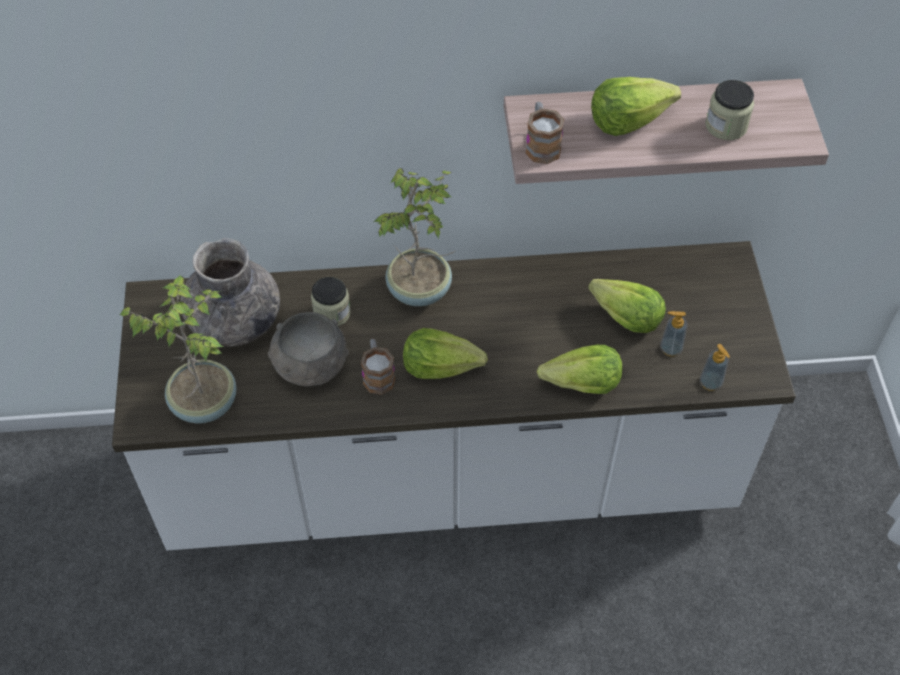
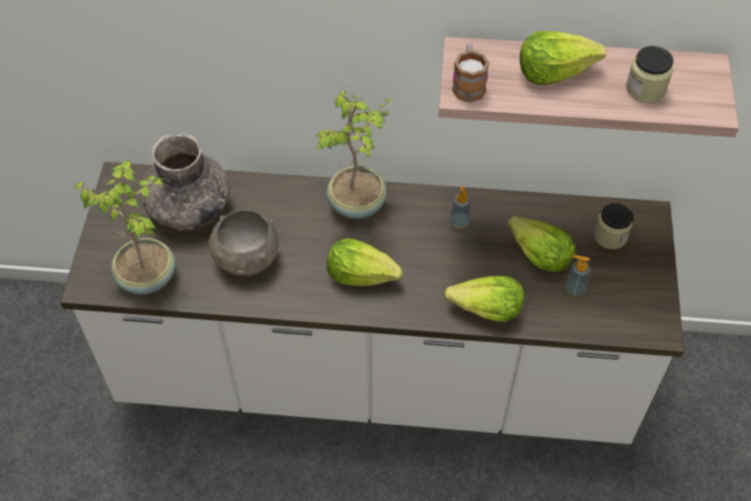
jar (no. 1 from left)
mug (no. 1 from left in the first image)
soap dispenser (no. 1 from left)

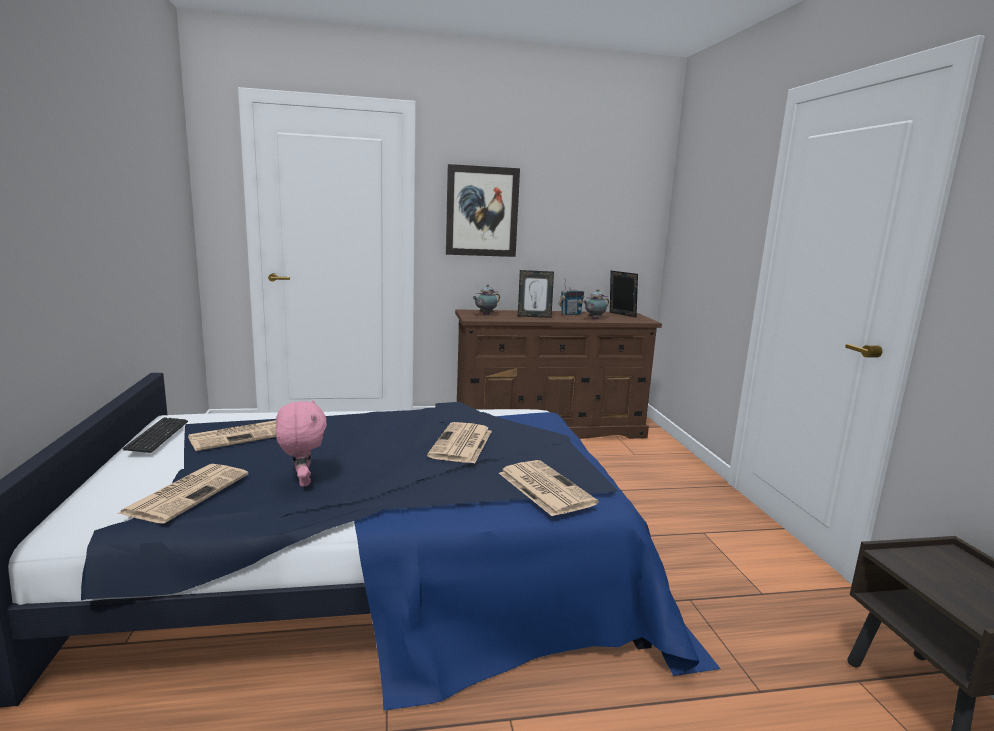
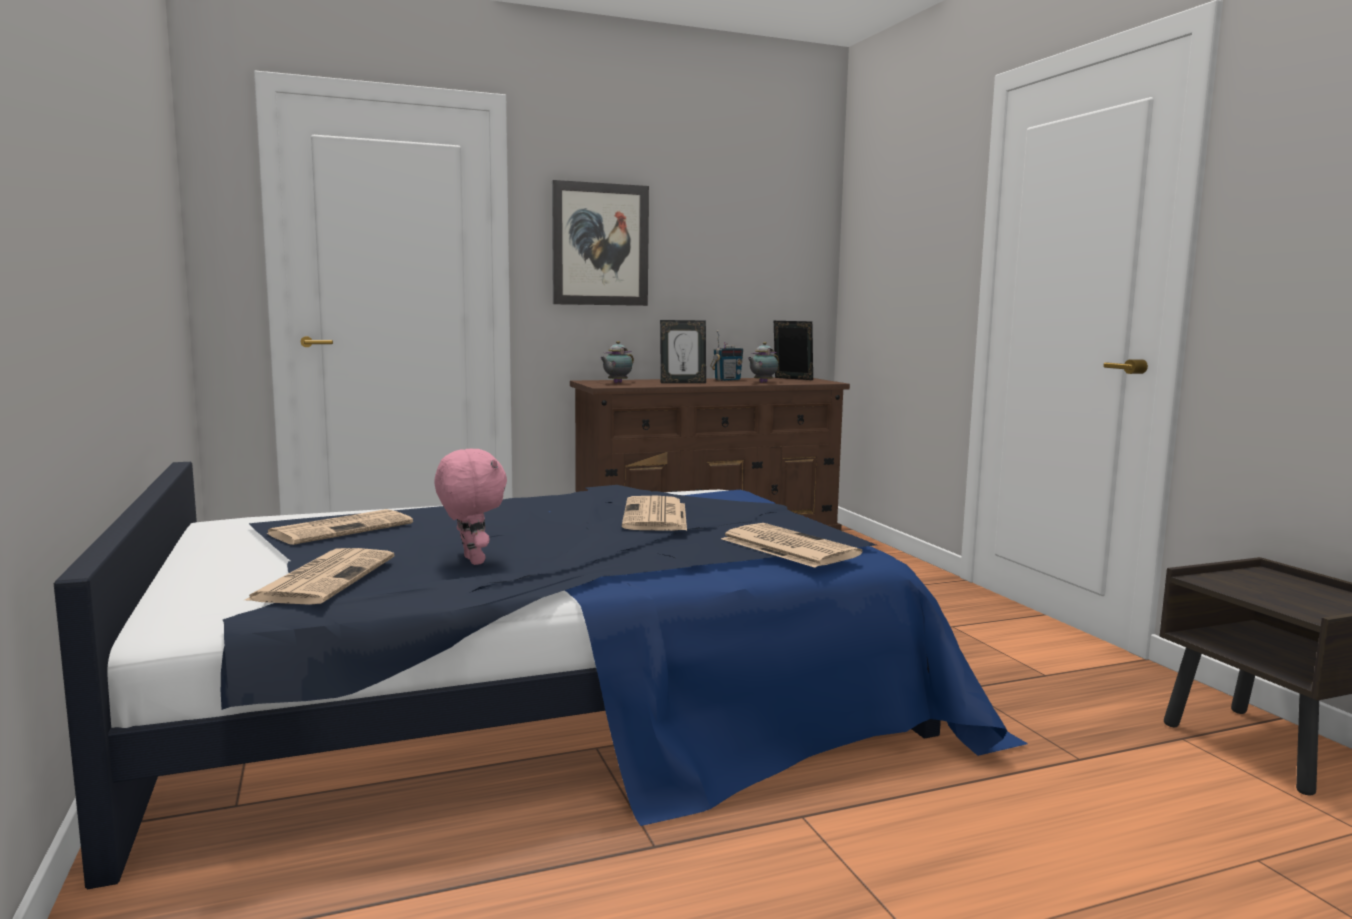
keyboard

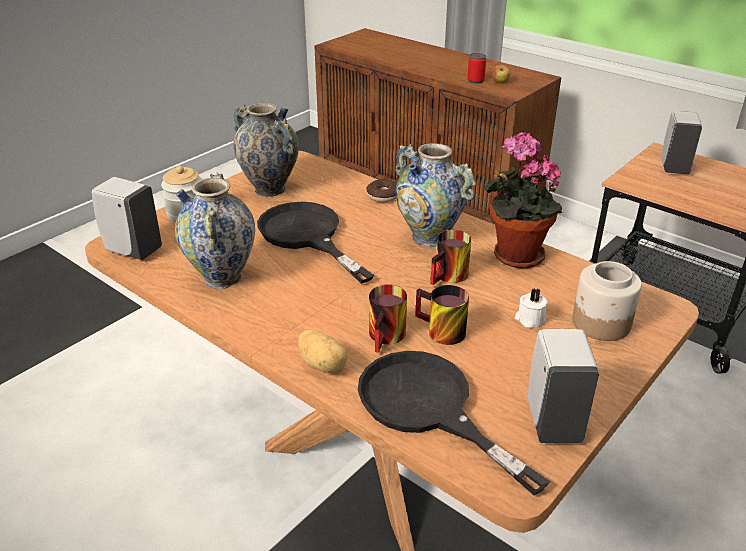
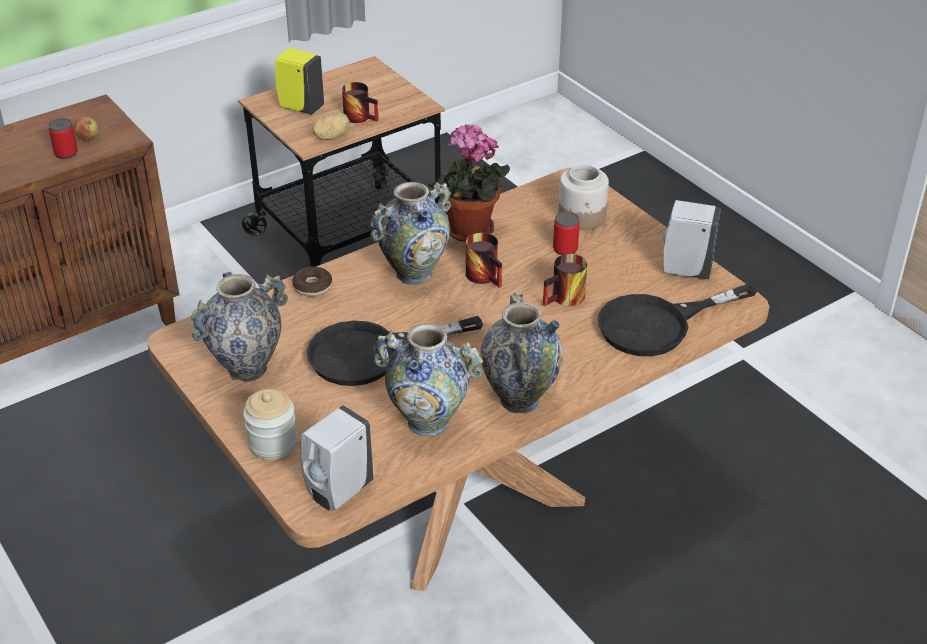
potato
mug (no. 1 from left)
can (no. 2 from left)
yellow soap dispenser
vase (no. 4 from left)

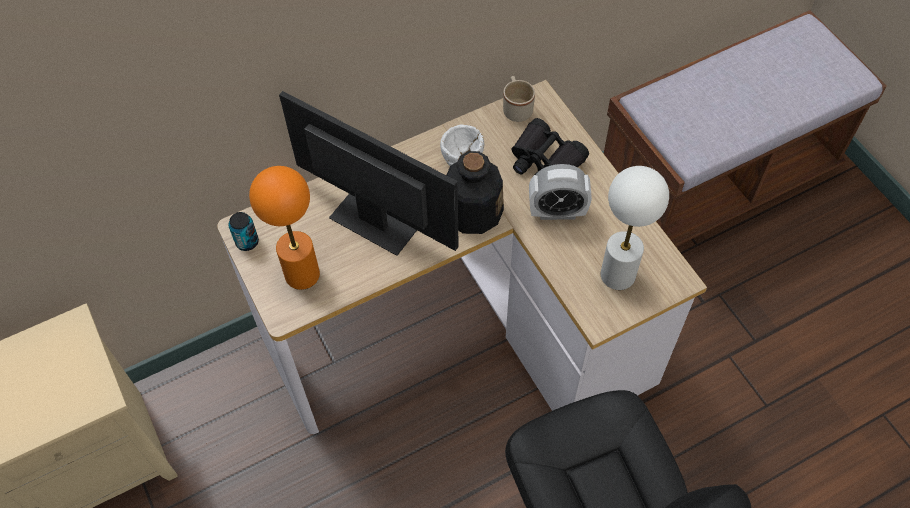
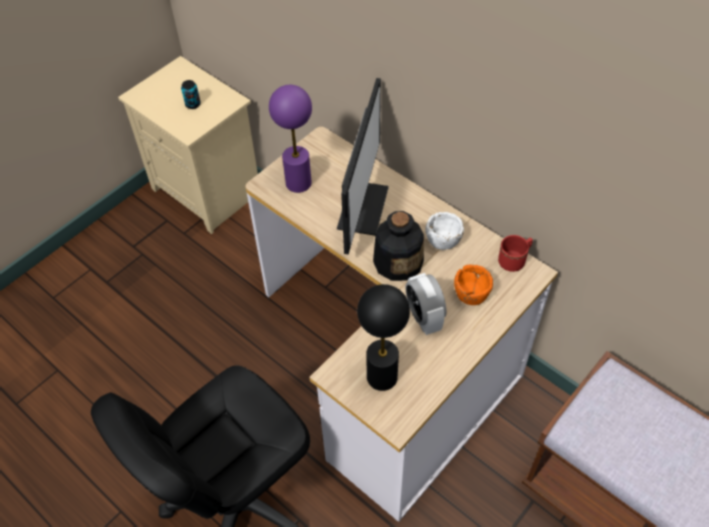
can
purple table lamp
red mug
orange bowl
black table lamp

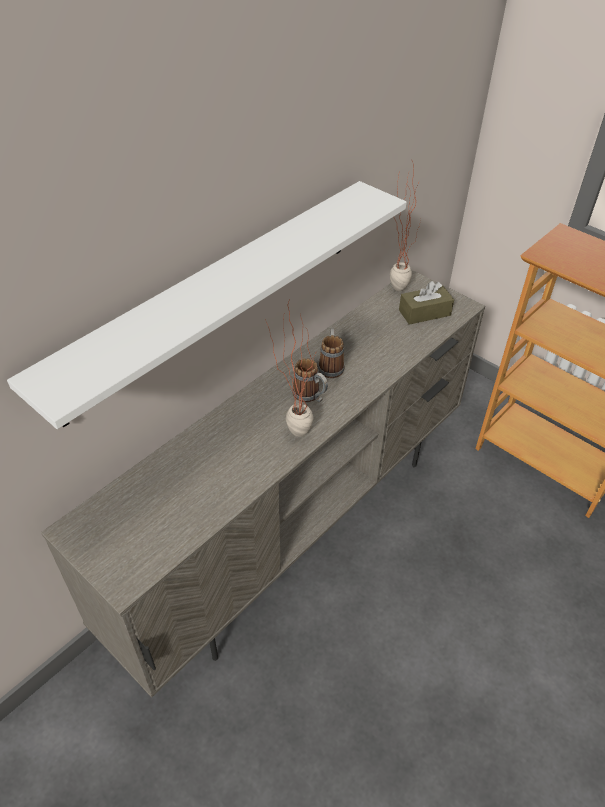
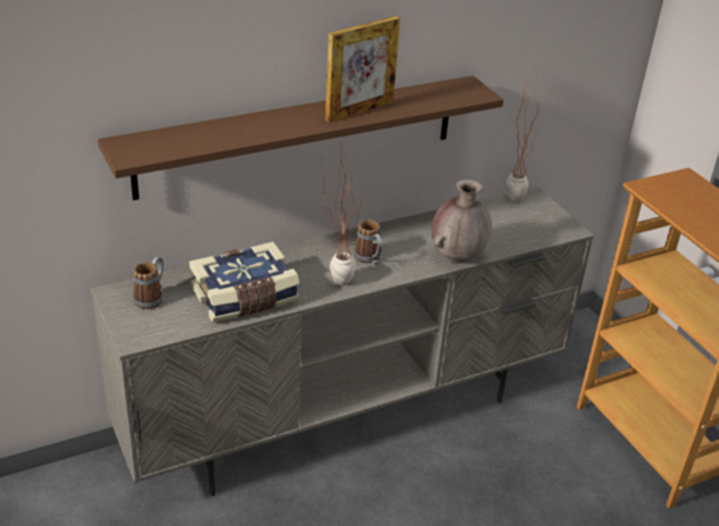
brown shelf
mug (no. 1 from left)
brown tissue box
book
picture frame
brown vase

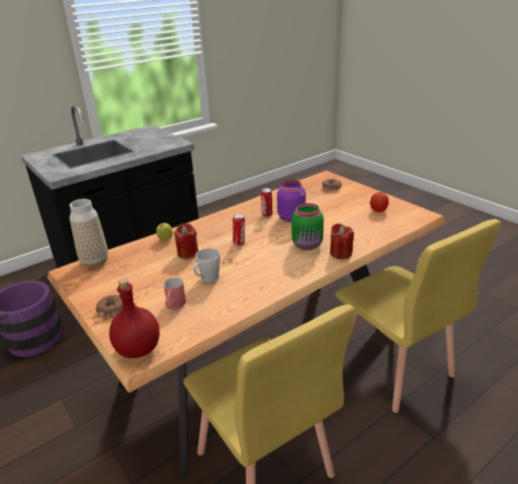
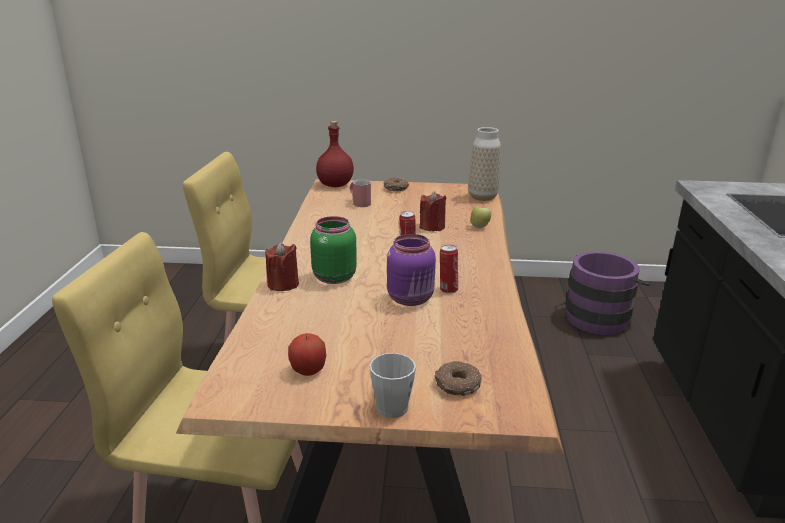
grey mug

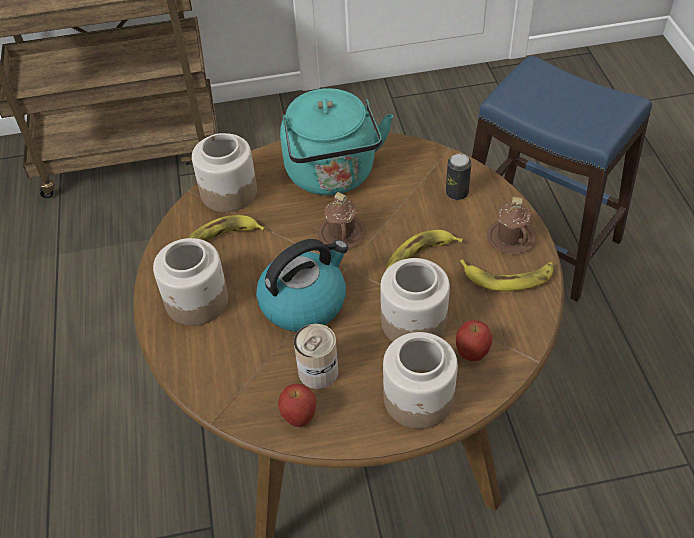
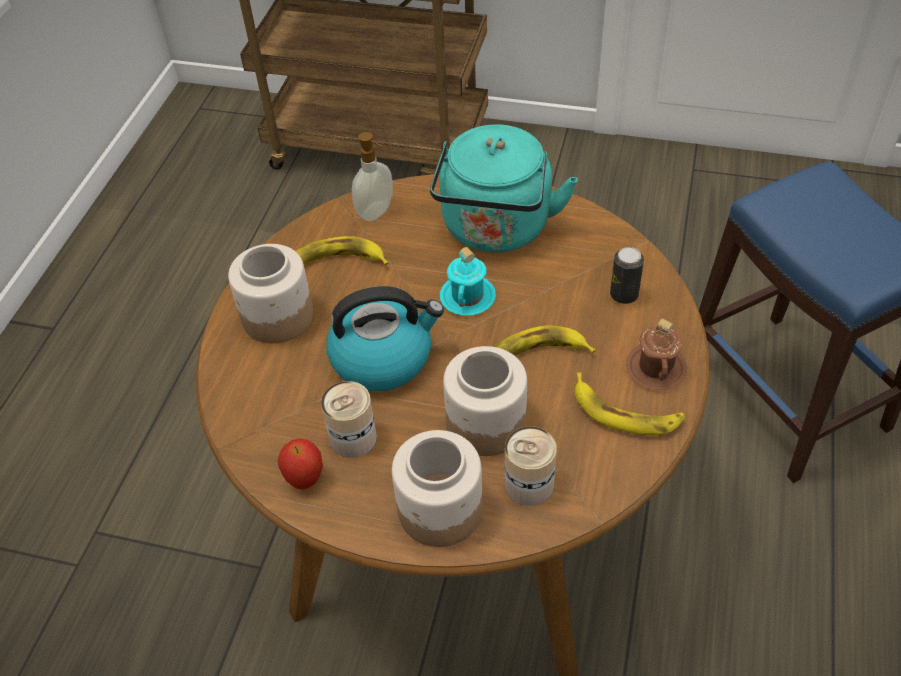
soap dispenser
turquoise mug
can (no. 2 from left)

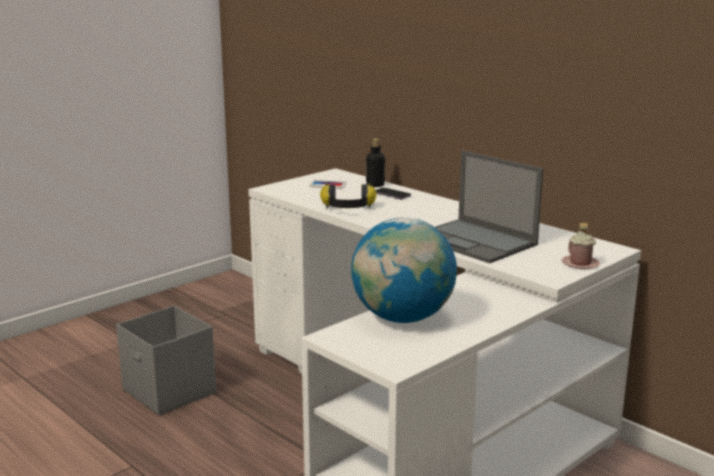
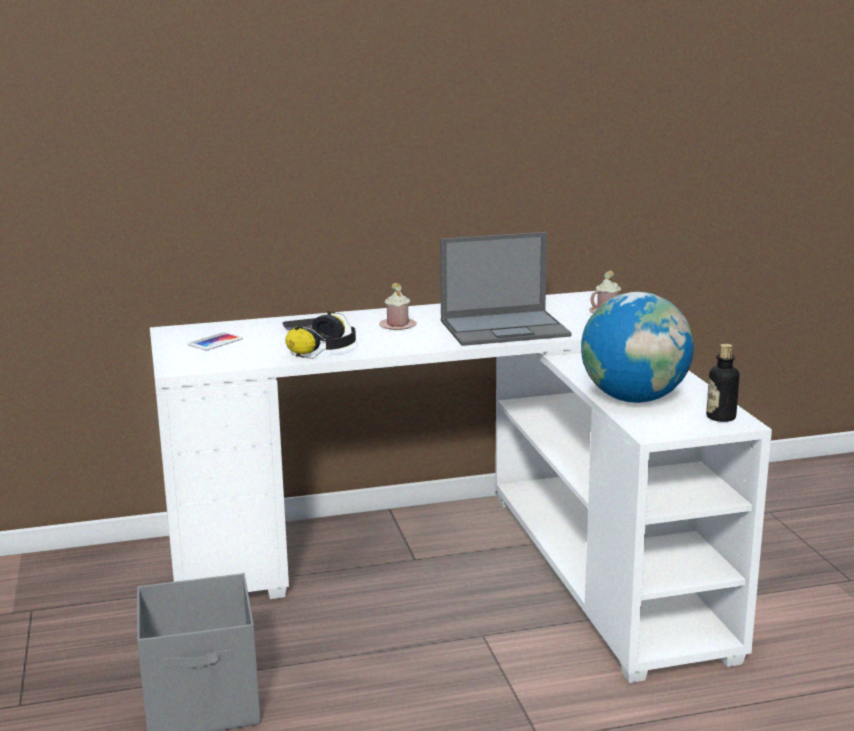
bottle
pink mug (no. 1 from left)

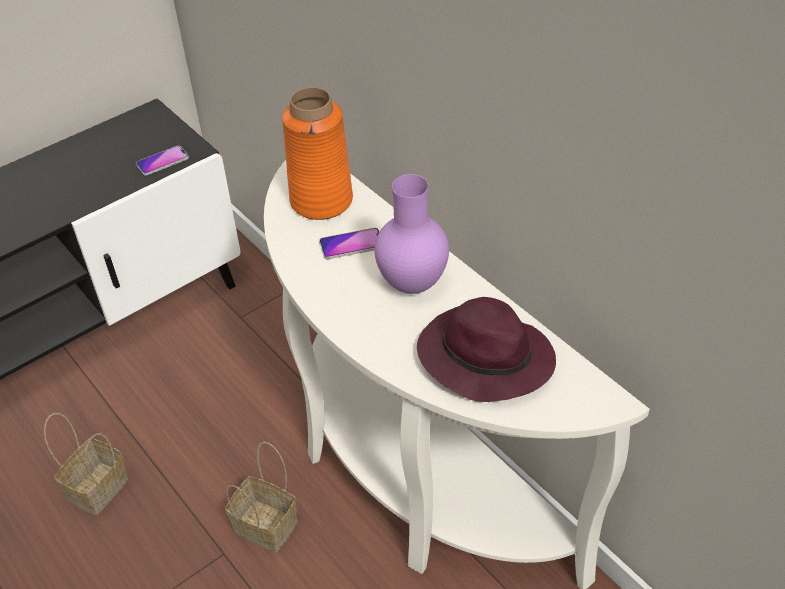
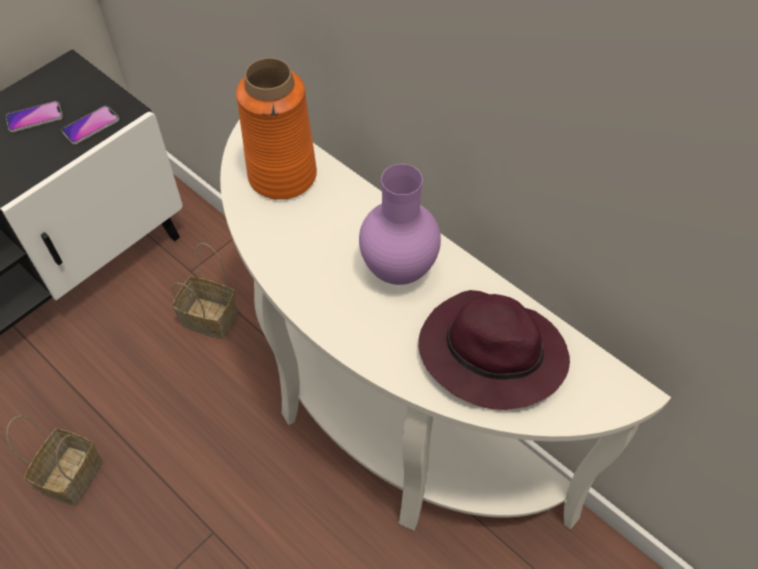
basket (no. 2 from left)
phone (no. 1 from left)

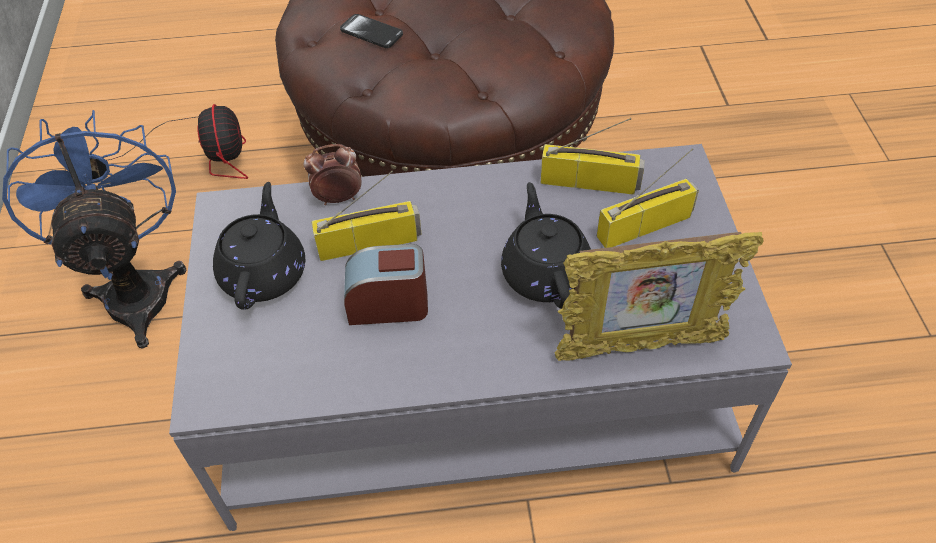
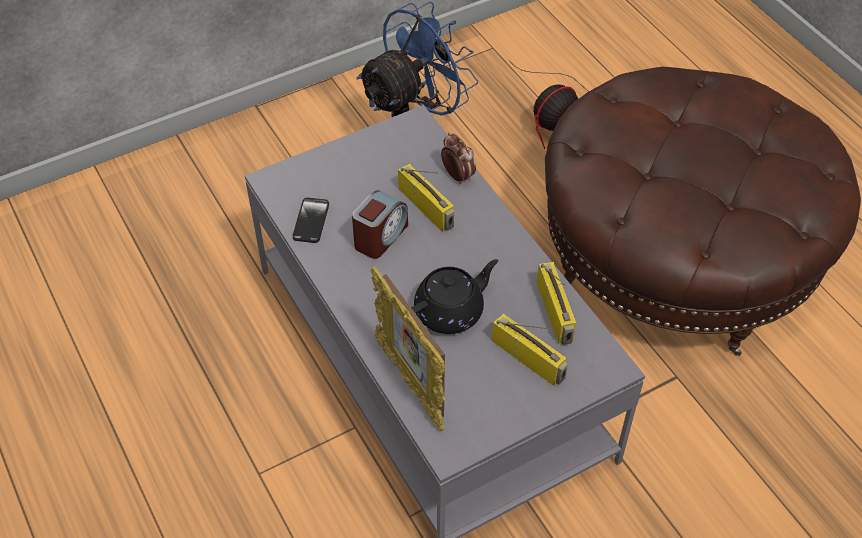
black teapot (no. 1 from left in the first image)
phone
alarm clock (no. 1 from left)

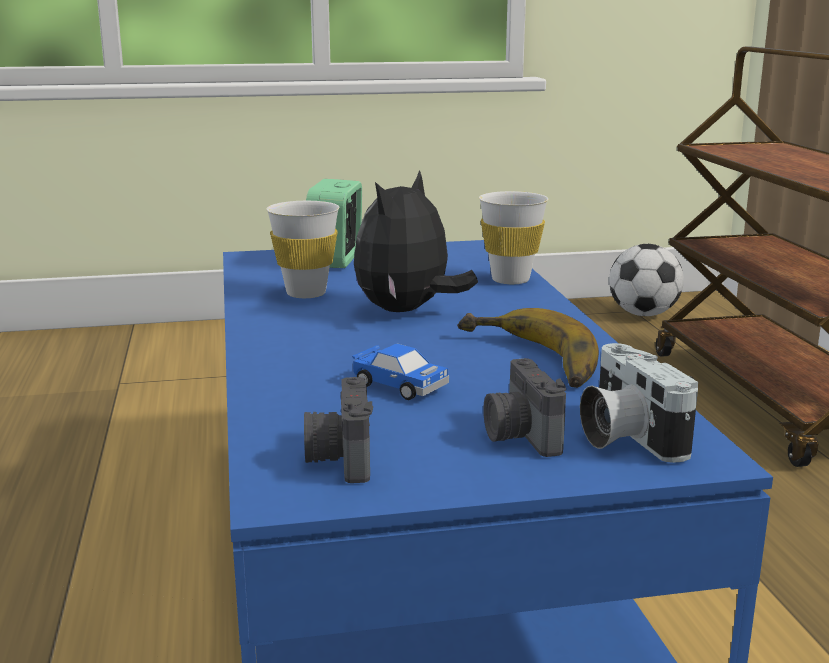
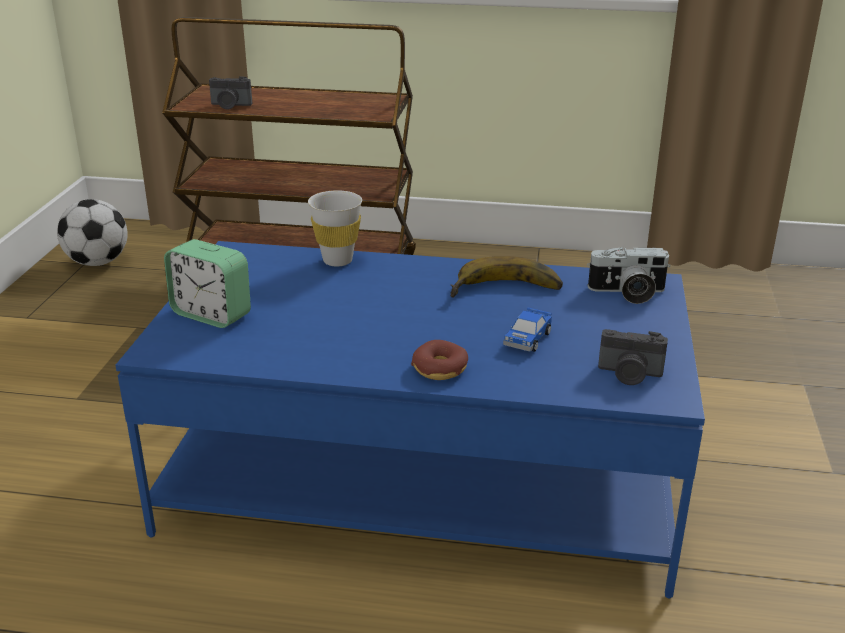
white cup (no. 1 from left in the first image)
toy car
plush toy
photo camera (no. 1 from left)
donut

